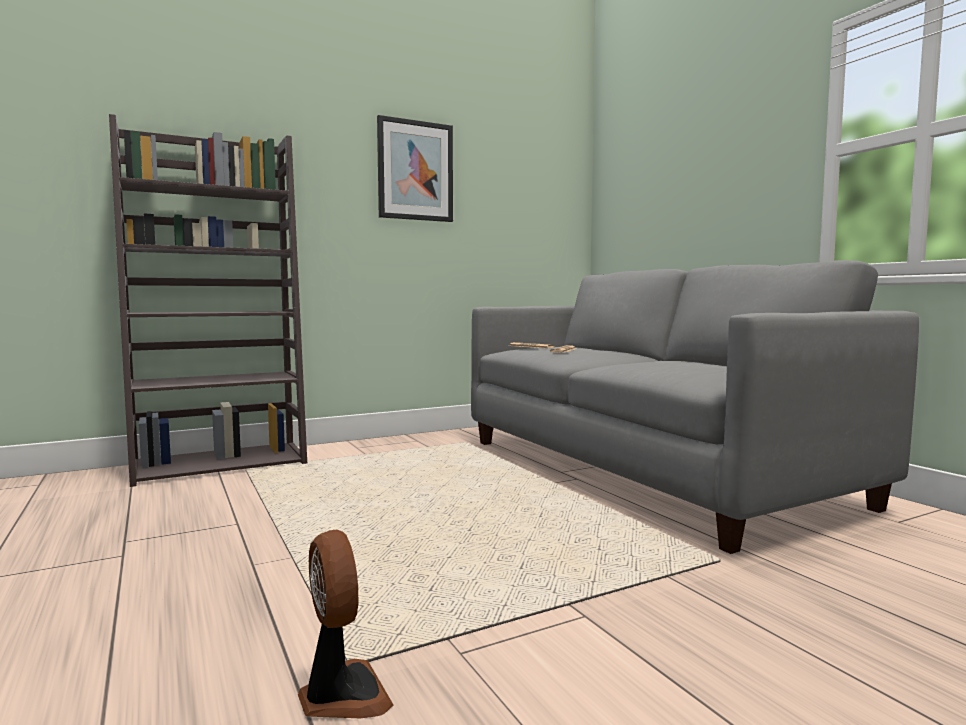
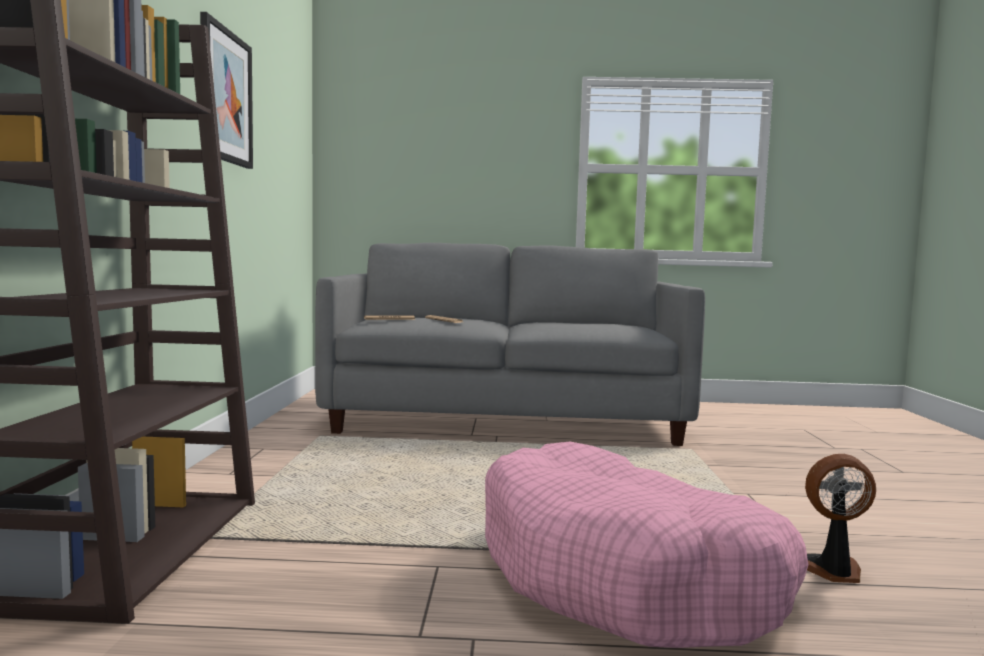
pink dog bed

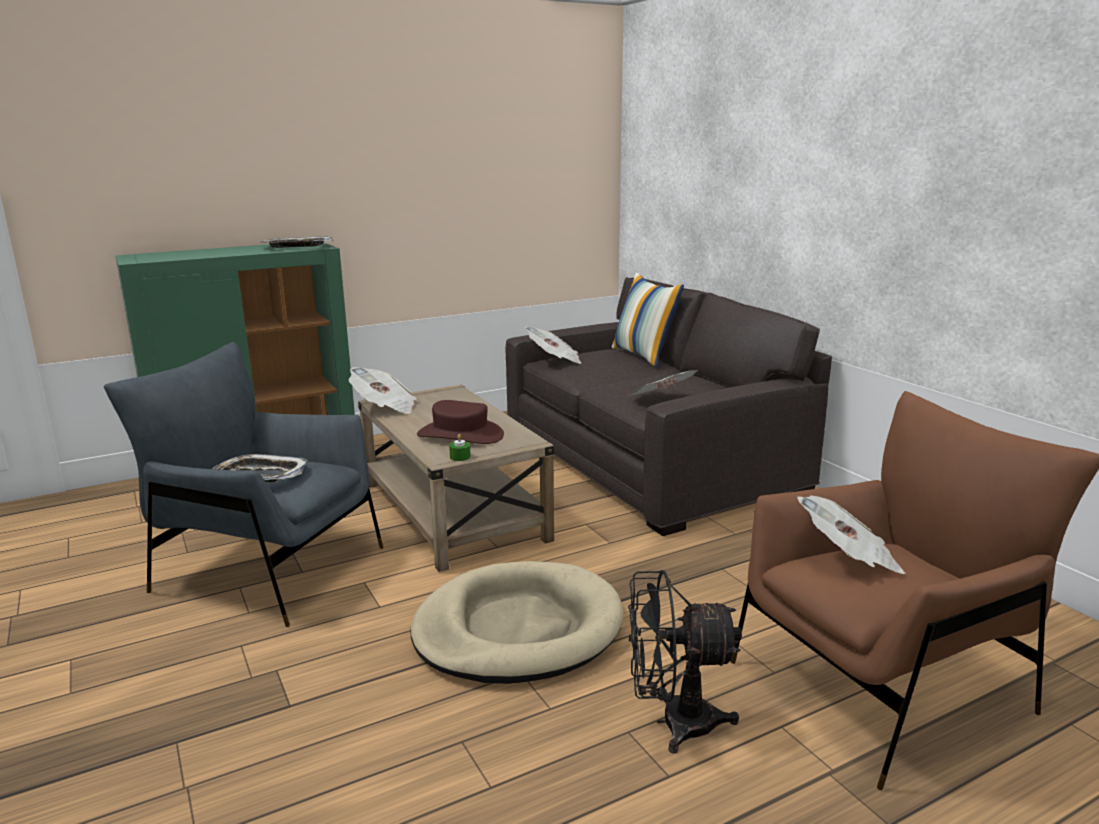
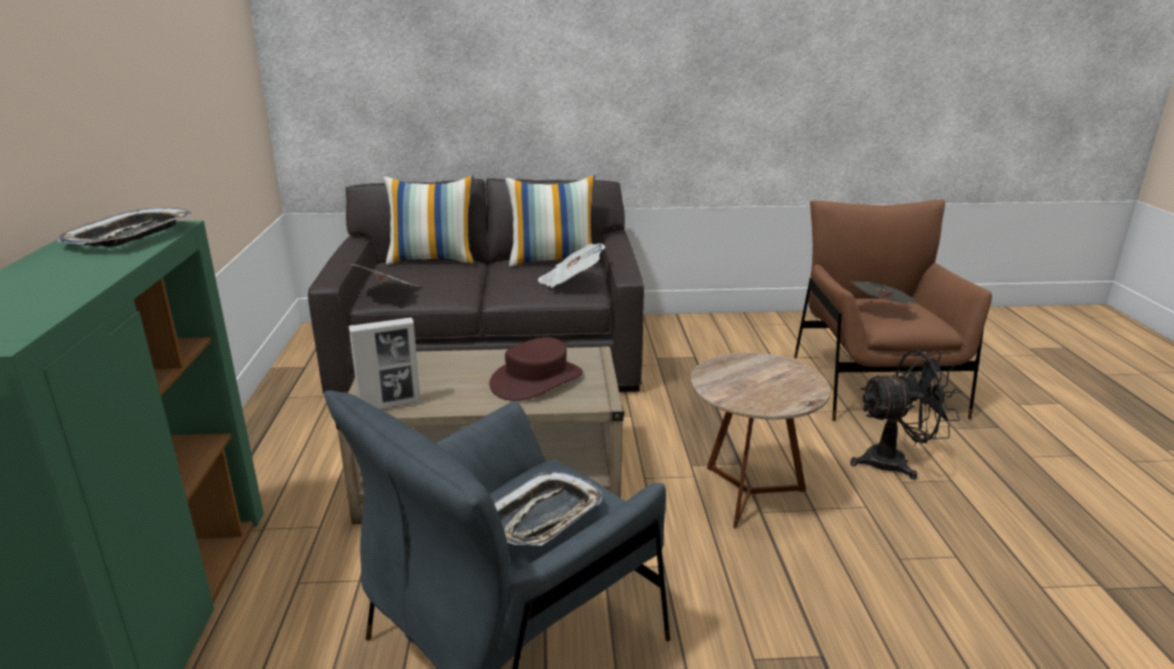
picture frame
brown side table
green candle
black fan
pillow (no. 2 from left)

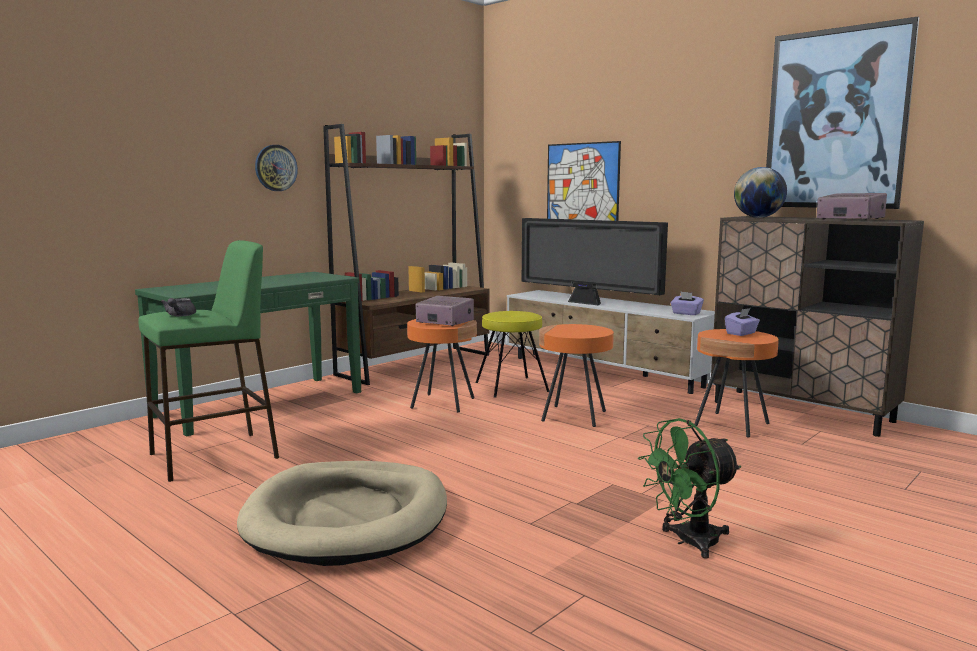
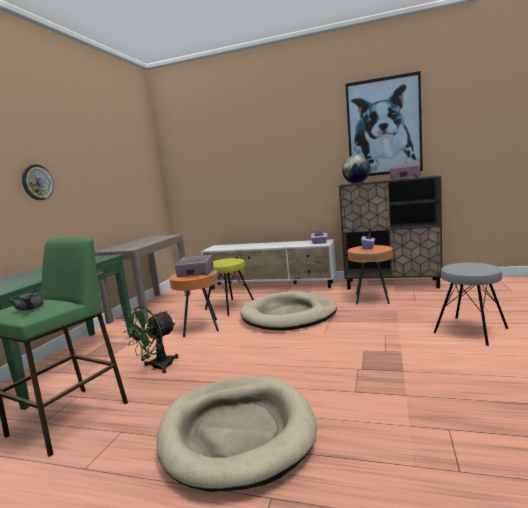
brown console table
television
beige dog bed (no. 2 from left)
picture (no. 1 from left in the first image)
green fan
grey stool

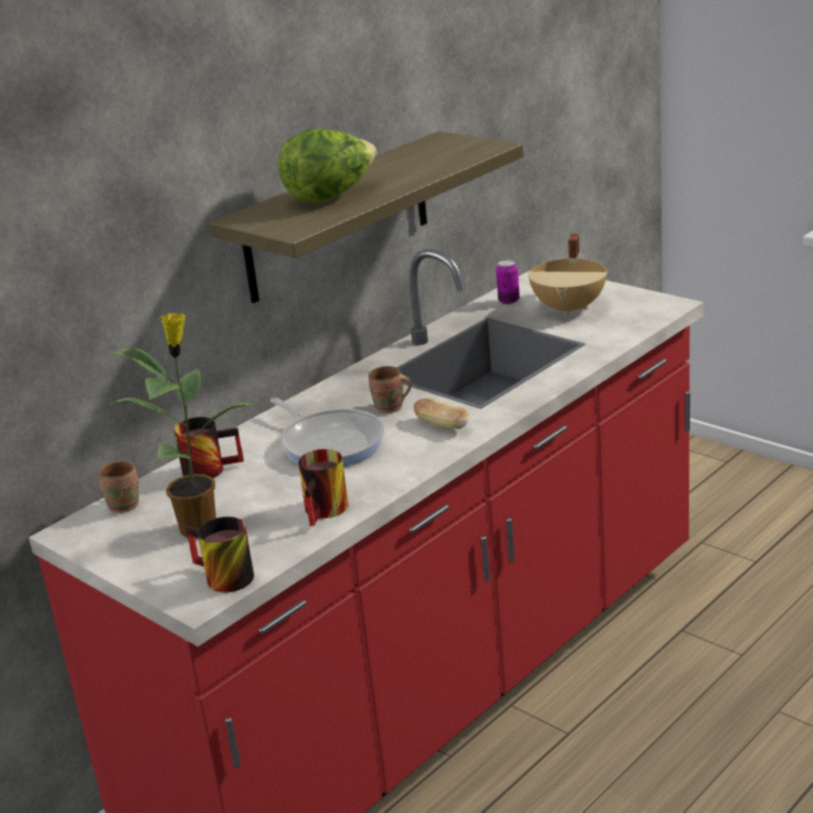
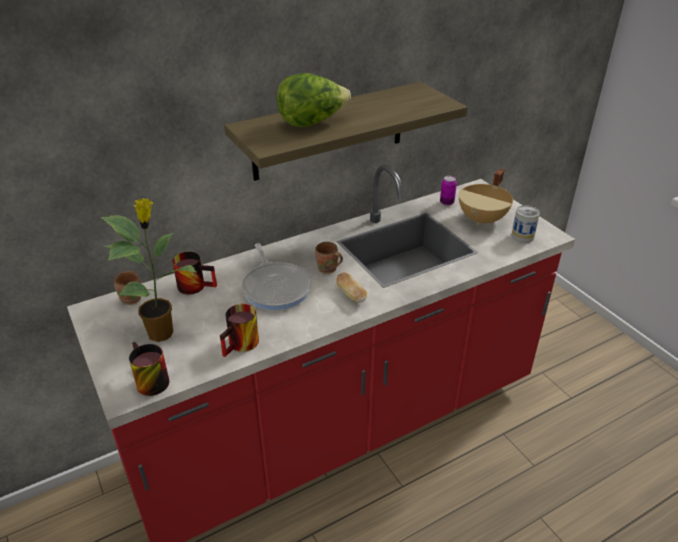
can (no. 2 from left)

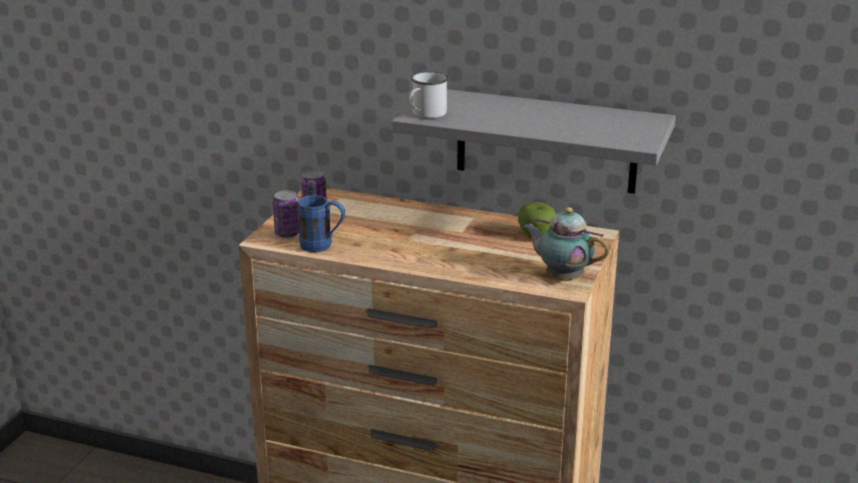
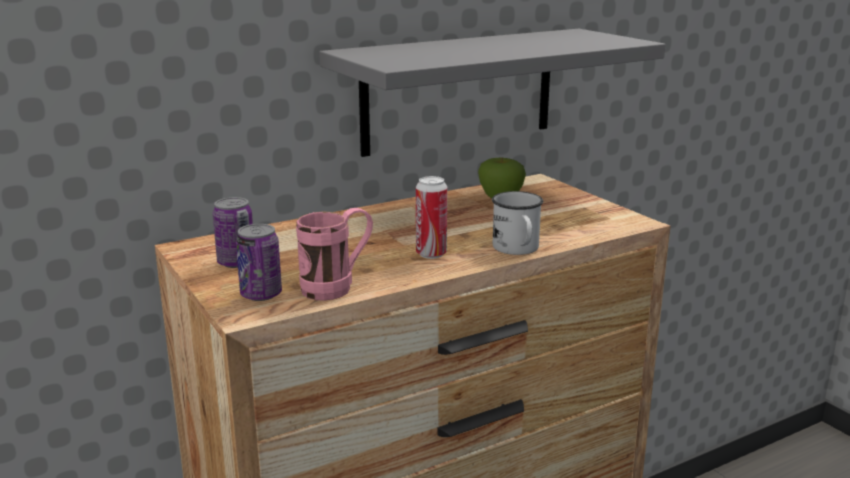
pink mug
white mug
teapot
can (no. 3 from left)

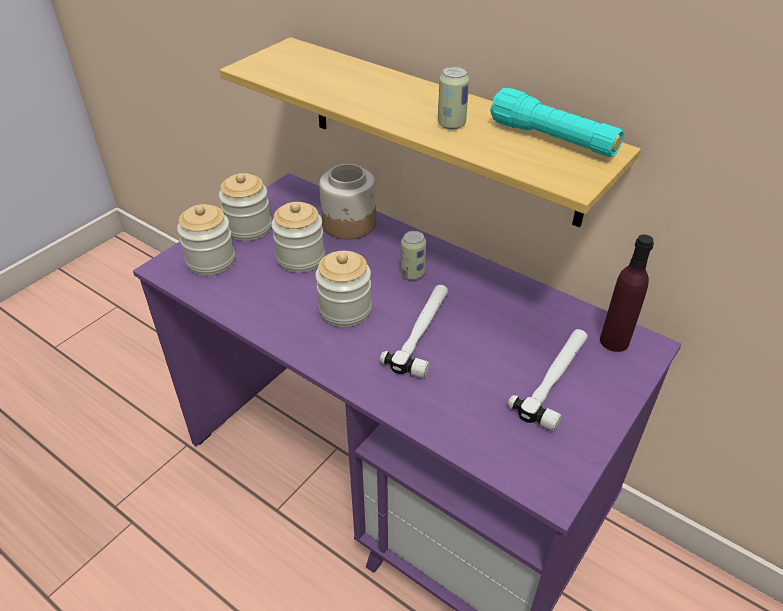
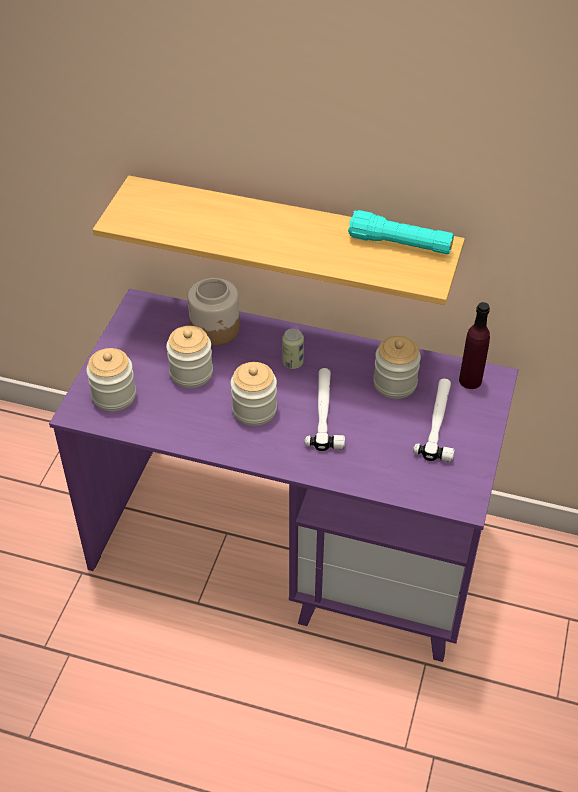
jar (no. 5 from left)
can (no. 2 from left in the first image)

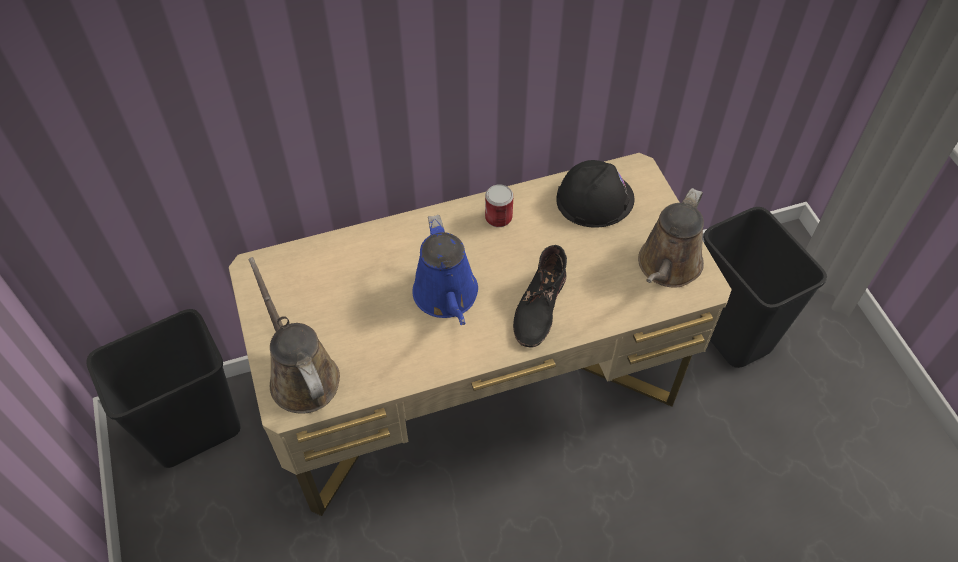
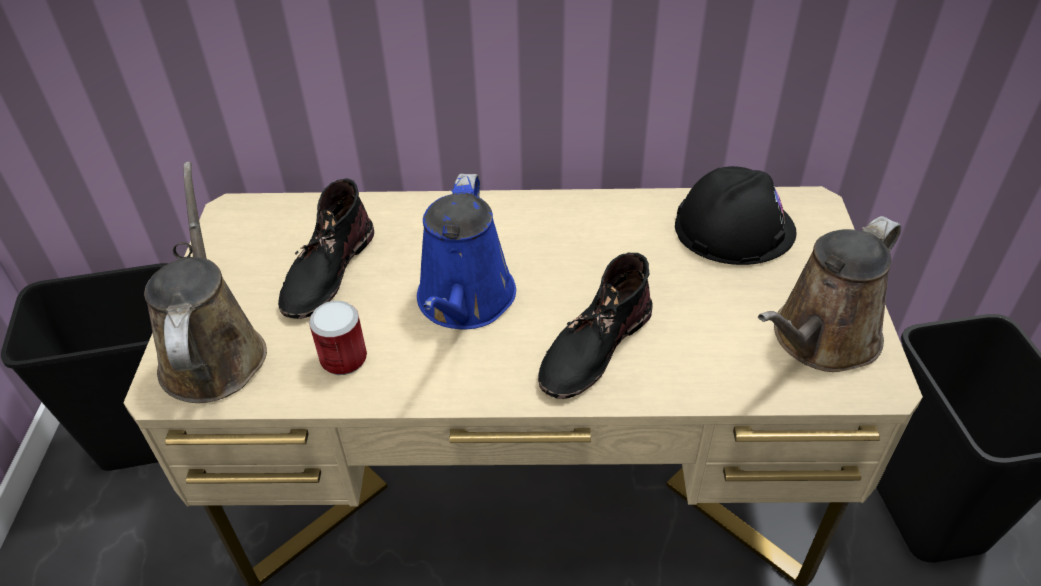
can
black boot (no. 1 from left)

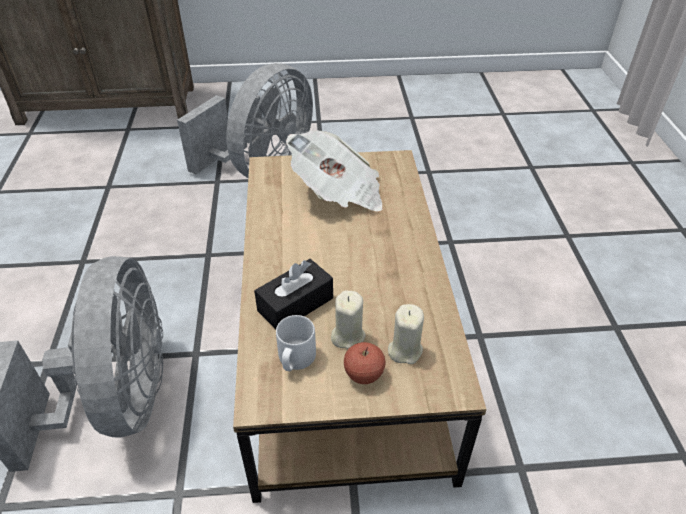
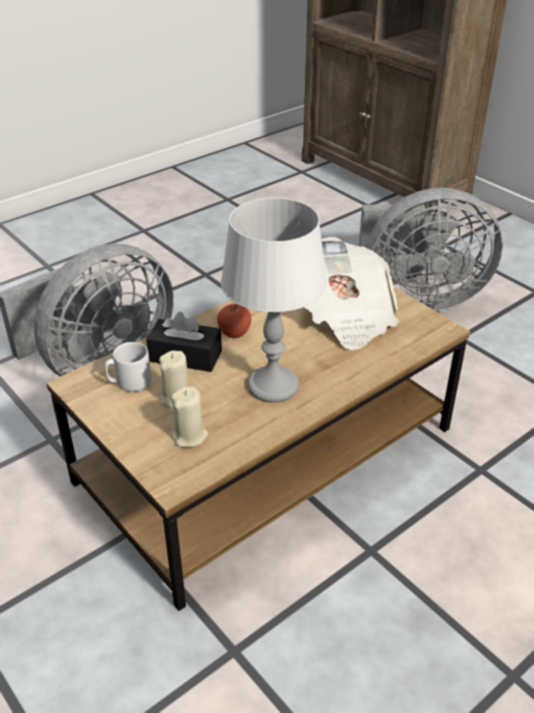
apple
grey table lamp

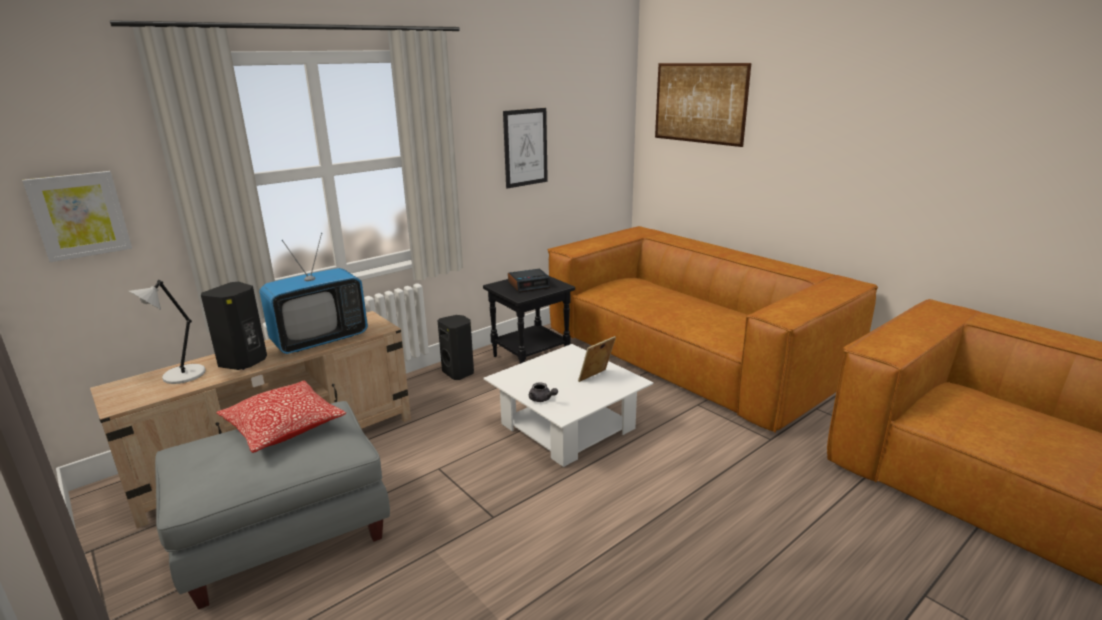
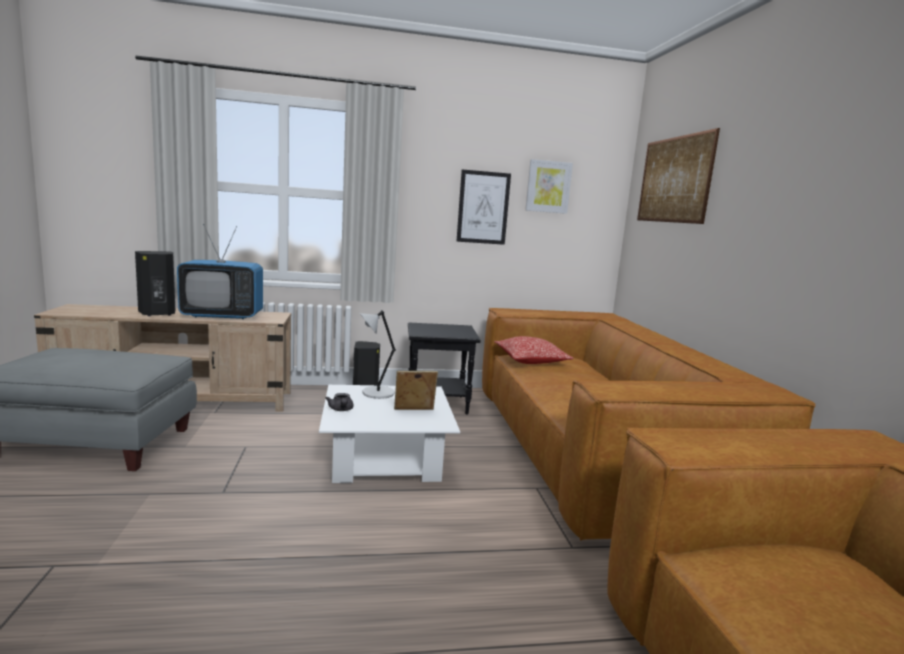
picture (no. 2 from left)
grey table lamp
pillow
alarm clock

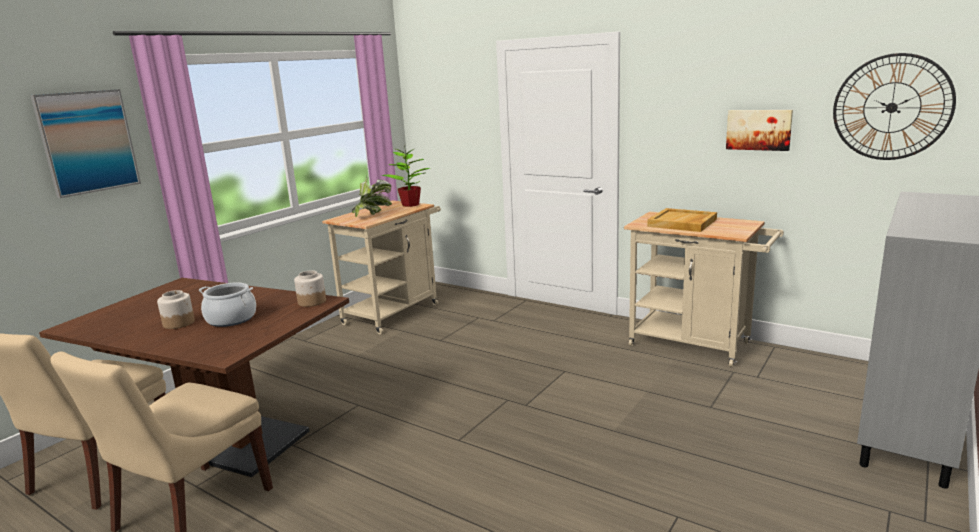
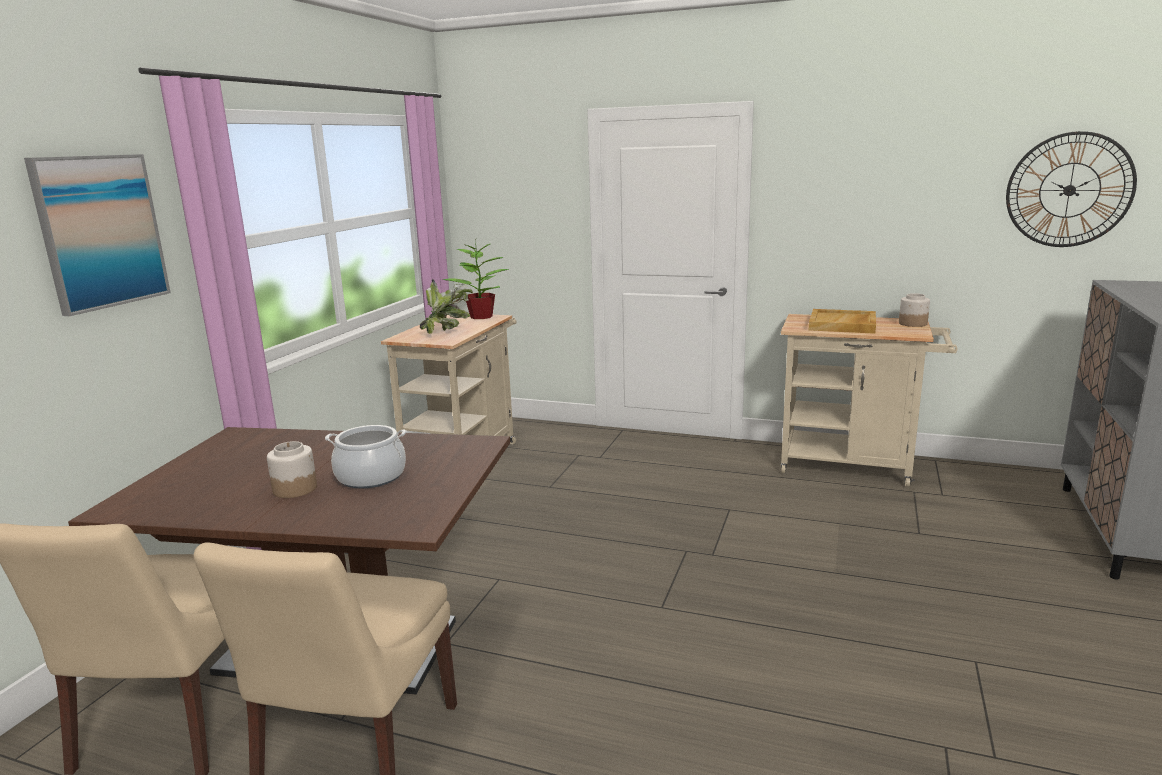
jar (no. 2 from left)
picture (no. 2 from left in the first image)

